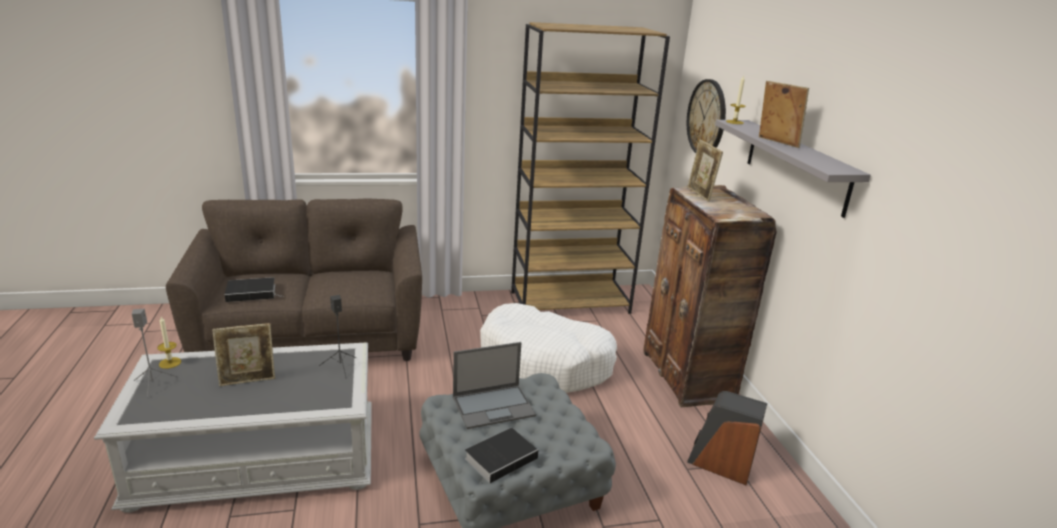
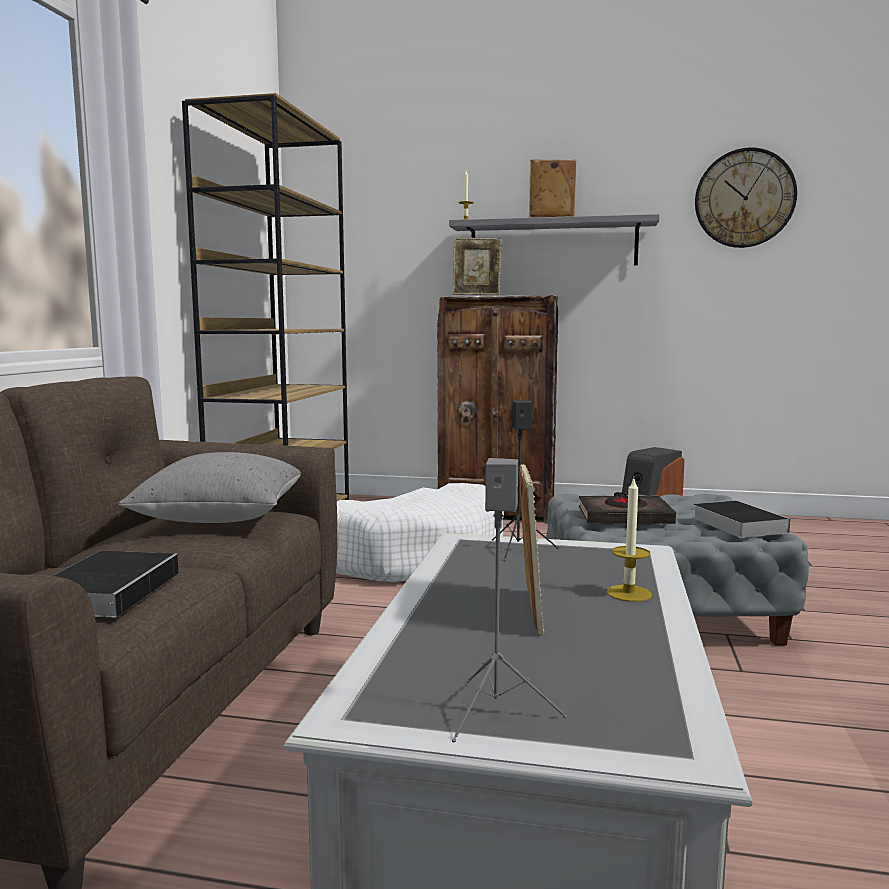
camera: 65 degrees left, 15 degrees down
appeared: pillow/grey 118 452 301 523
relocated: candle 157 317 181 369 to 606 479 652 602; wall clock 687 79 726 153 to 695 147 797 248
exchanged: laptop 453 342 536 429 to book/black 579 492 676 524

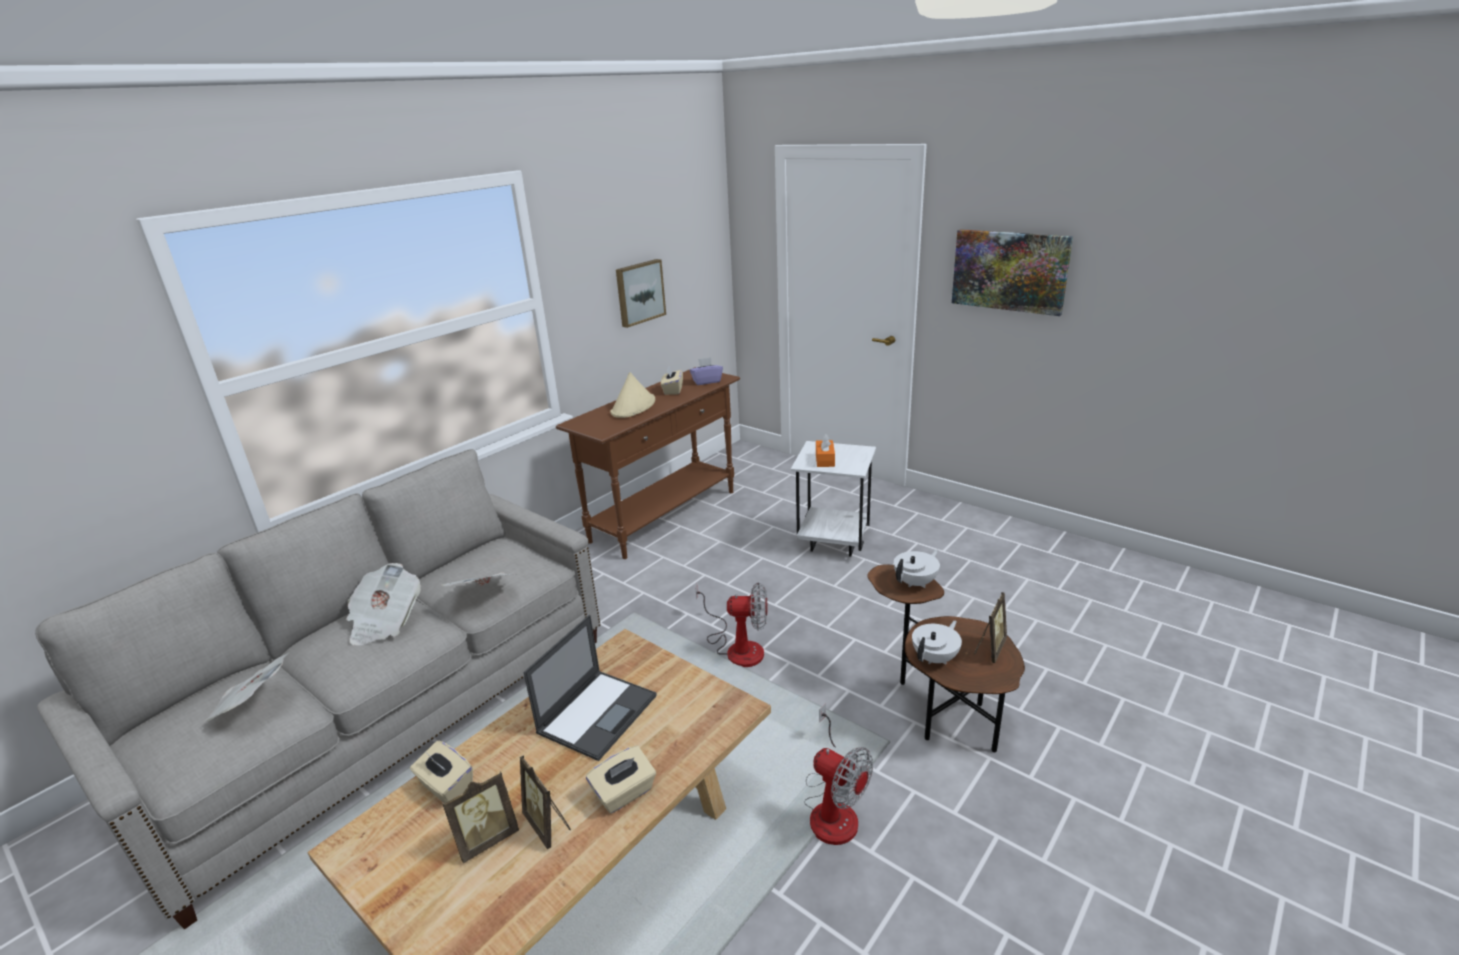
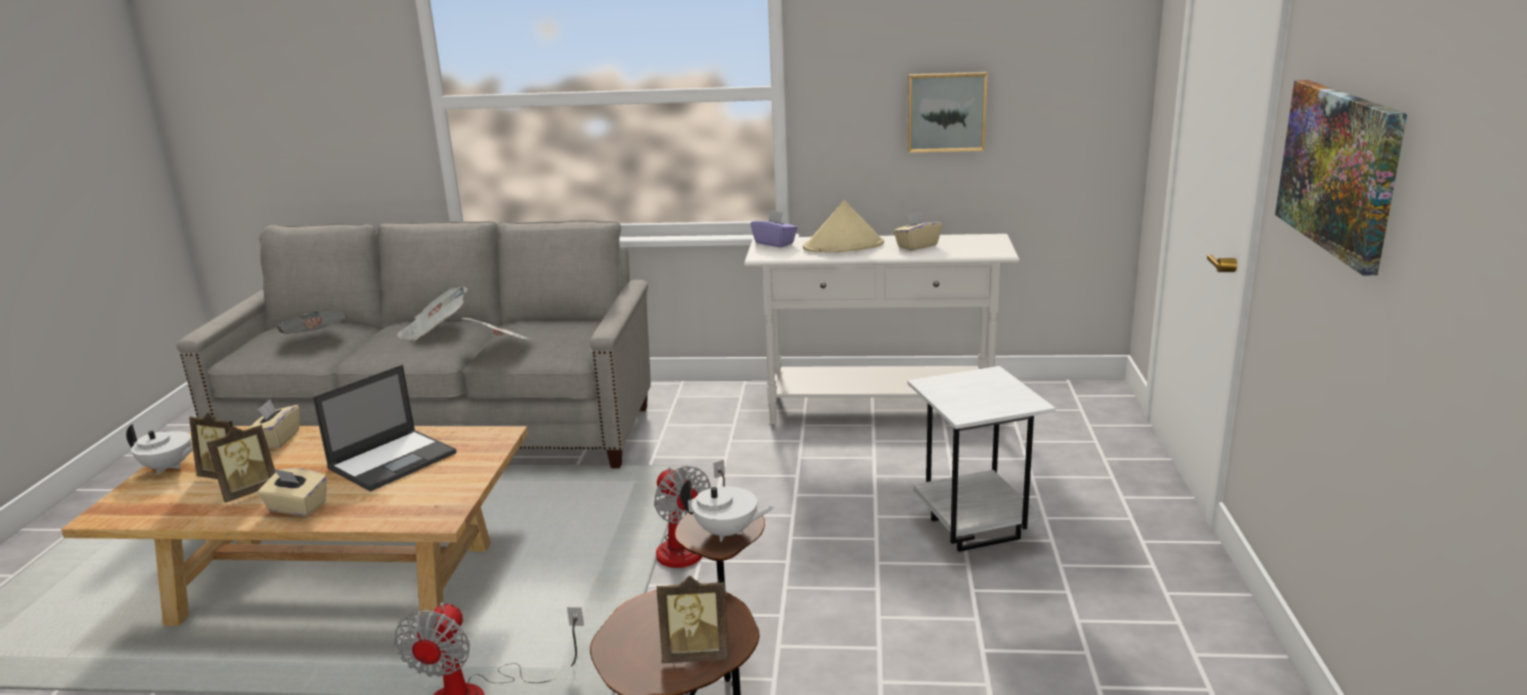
camera: 55 degrees right, 5 degrees down
missing: tissue box/orange 816 434 835 467
relocated: teapot/white 912 621 962 664 to 126 424 193 474; tissue box/purple 690 357 723 385 to 751 210 798 248
colour: console table/brown 556 367 740 559 to console table/white 744 234 1019 424
spun: picture frame 520 755 571 849 = 207 425 276 503 150 degrees counterclockwise; laptop 523 615 656 761 = 313 364 457 492 45 degrees counterclockwise

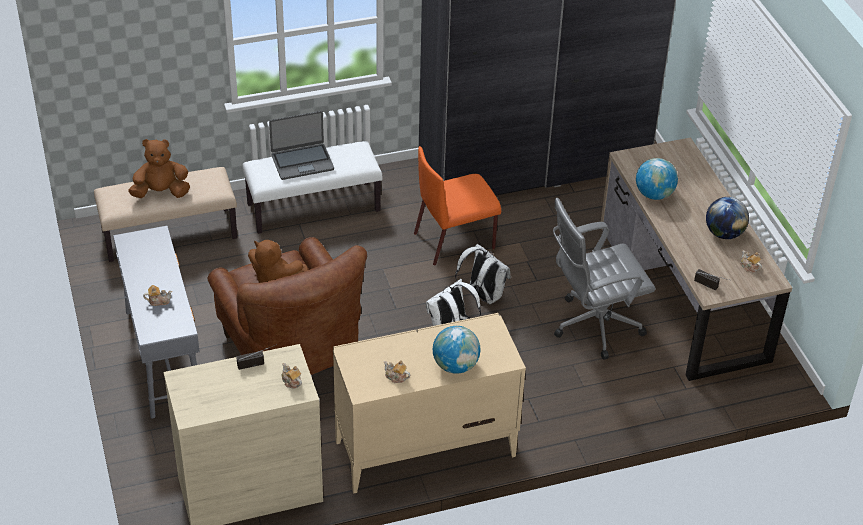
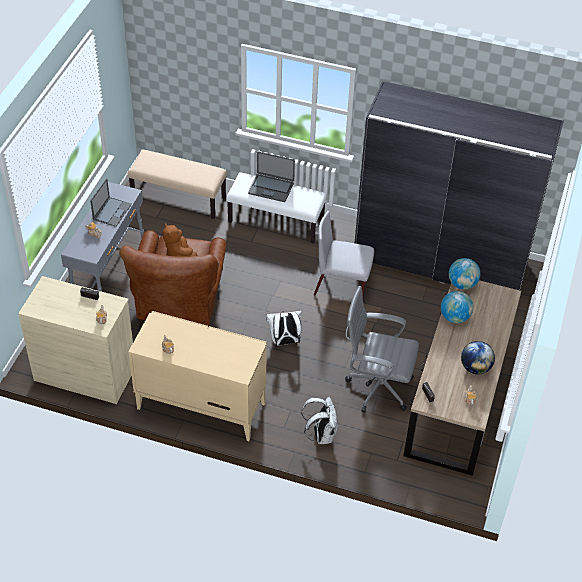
camera: 35 degrees right, 5 degrees up
missing: plush toy/brown 128 139 190 198
appeared: laptop 90 178 132 227
relocated: backpack/white 455 244 510 304 to 301 397 337 444; globe 433 326 480 374 to 449 258 480 290
colour: chair/orange 414 146 501 266 to chair/grey 314 211 374 298

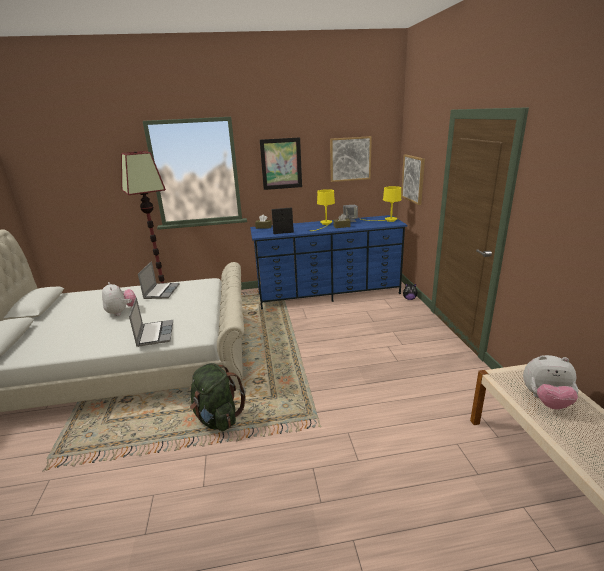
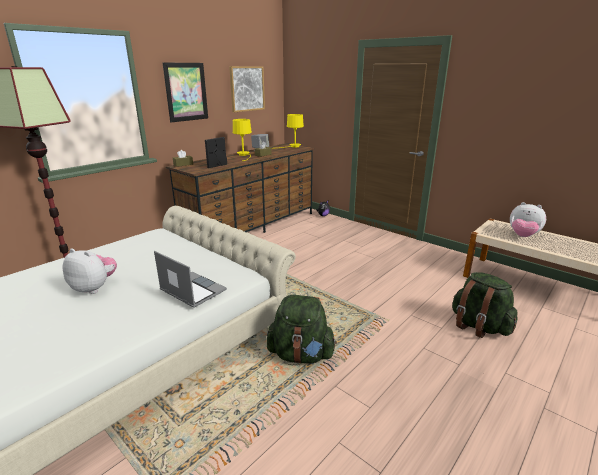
camera: 40 degrees left, 0 degrees up
missing: laptop 138 261 180 299; picture 401 155 425 205
appeared: backpack/green 452 272 518 338
colour: dresser/blue 250 215 407 309 to dresser/brown 166 143 314 233
spun: plush toy 523 355 578 409 = 510 202 546 237 60 degrees clockwise

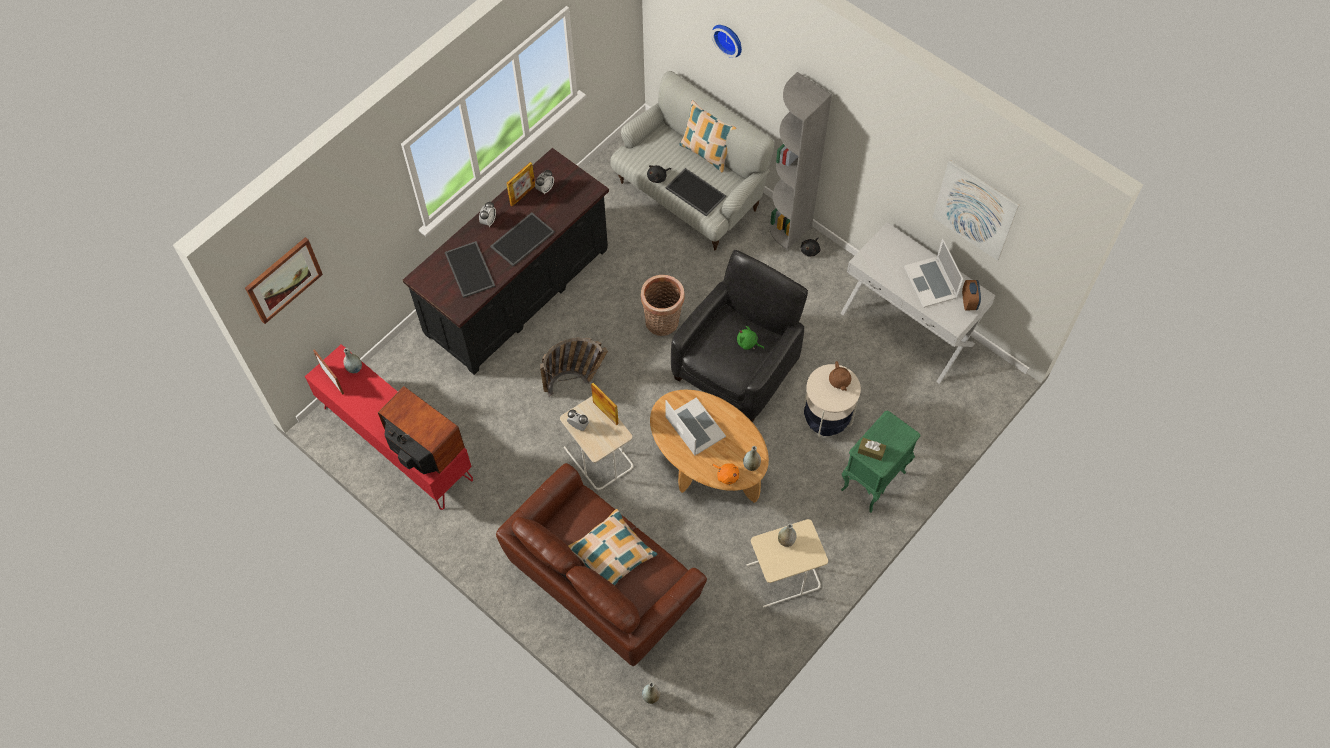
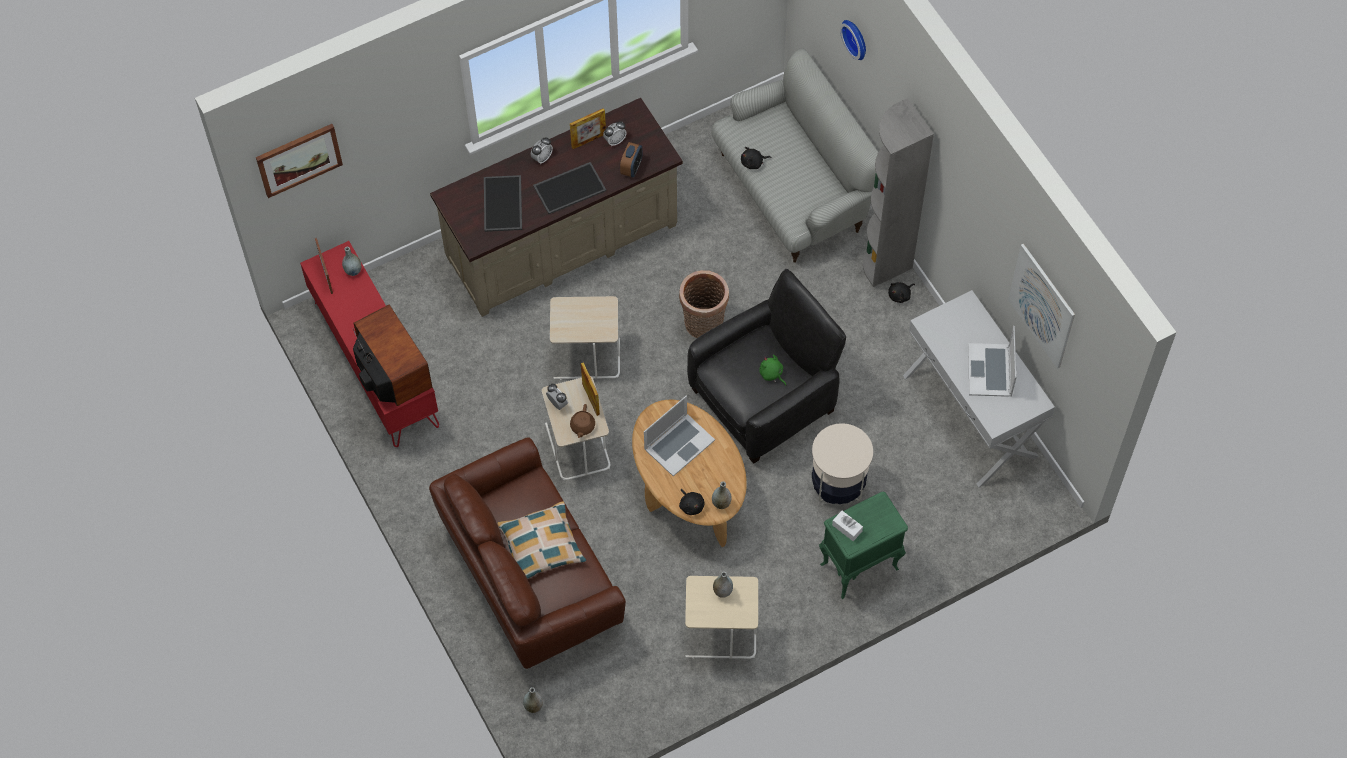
camera: 20 degrees right, 0 degrees up
missing: tray 665 168 726 216; pillow 679 100 736 172
relocated: teapot/brown 829 361 851 391 to 570 404 595 438; alarm clock 962 280 981 310 to 620 142 642 177
exchanged: basket 540 337 608 397 to side table/beige 550 296 620 380
colour: cabinet/black 403 148 609 375 to cabinet/beige 430 98 683 317; plush toy/orange 713 463 739 485 to plush toy/black 679 489 705 515; tissue box/brown 858 438 886 461 to tissue box/white 832 511 863 541
spun: laptop 665 397 726 456 = 644 396 715 476 60 degrees clockwise

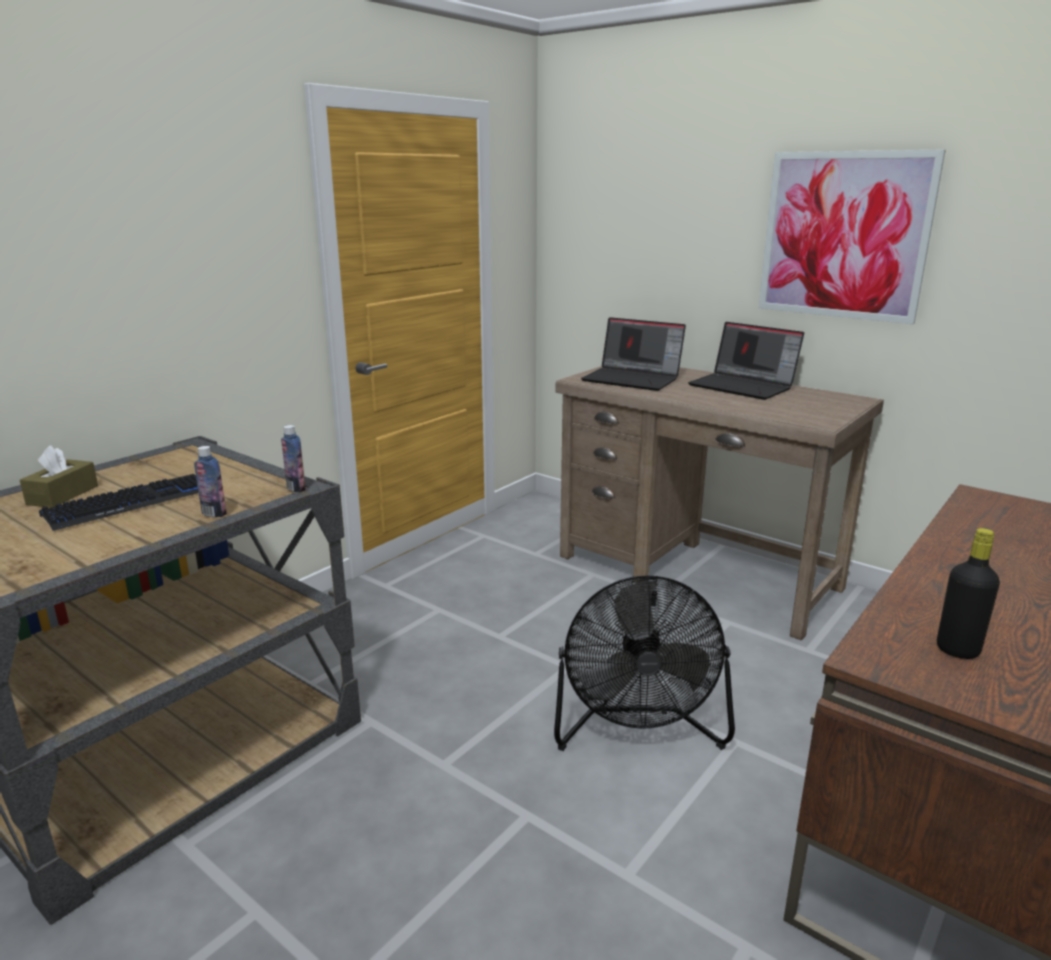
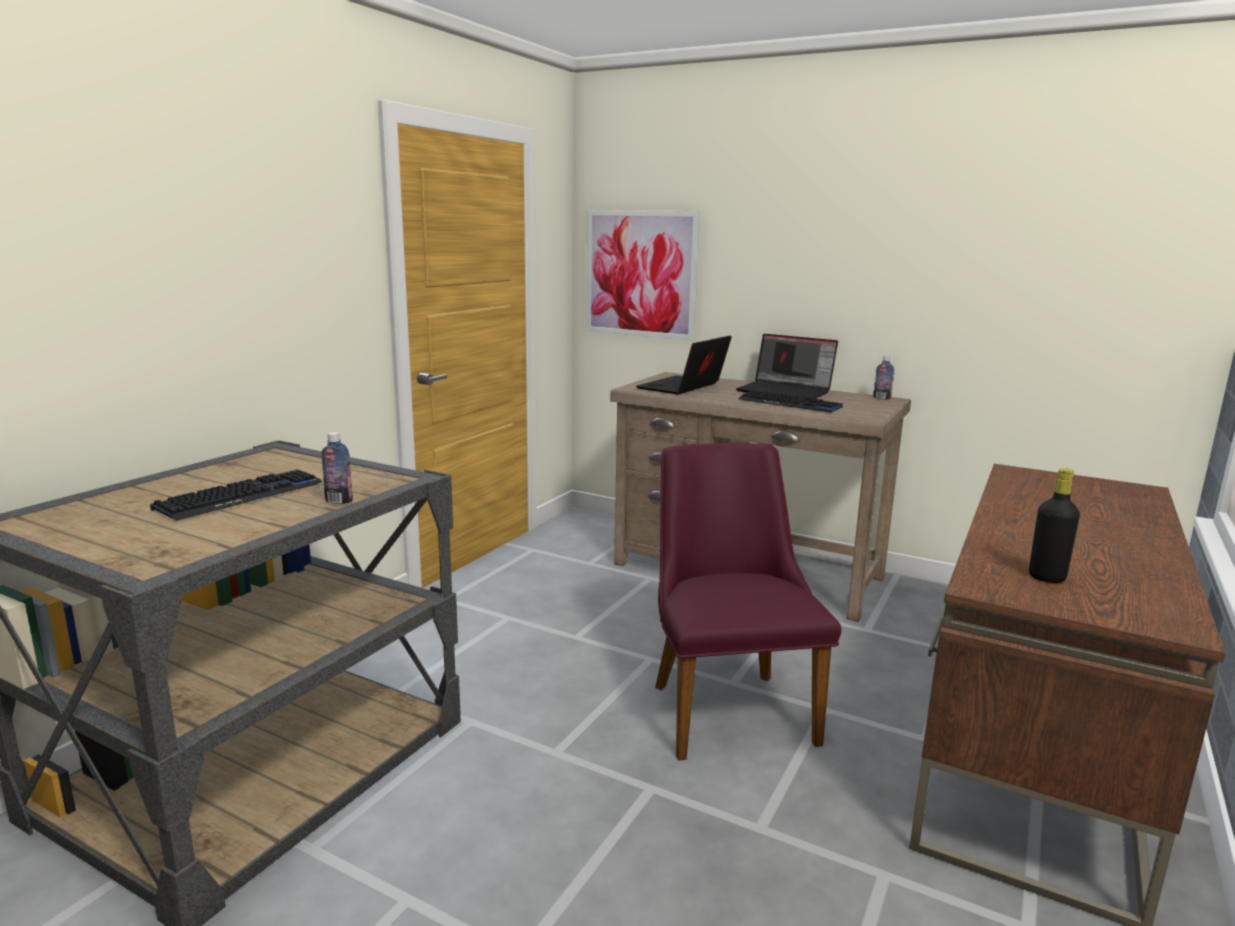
camera: 10 degrees left, 5 degrees down
missing: tissue box/brown 20 445 98 508
appeared: keyboard 738 390 843 413
relocated: picture 759 149 946 324 to 586 210 700 341; bottle 281 425 306 492 to 873 356 895 400
exchanged: fan/black 554 576 735 751 to chair/purple 655 443 841 761
spun: laptop 581 317 686 391 = 636 335 732 394 105 degrees clockwise

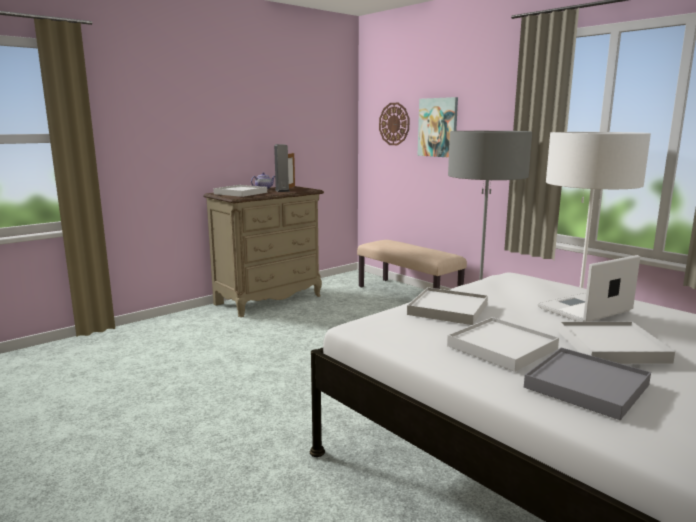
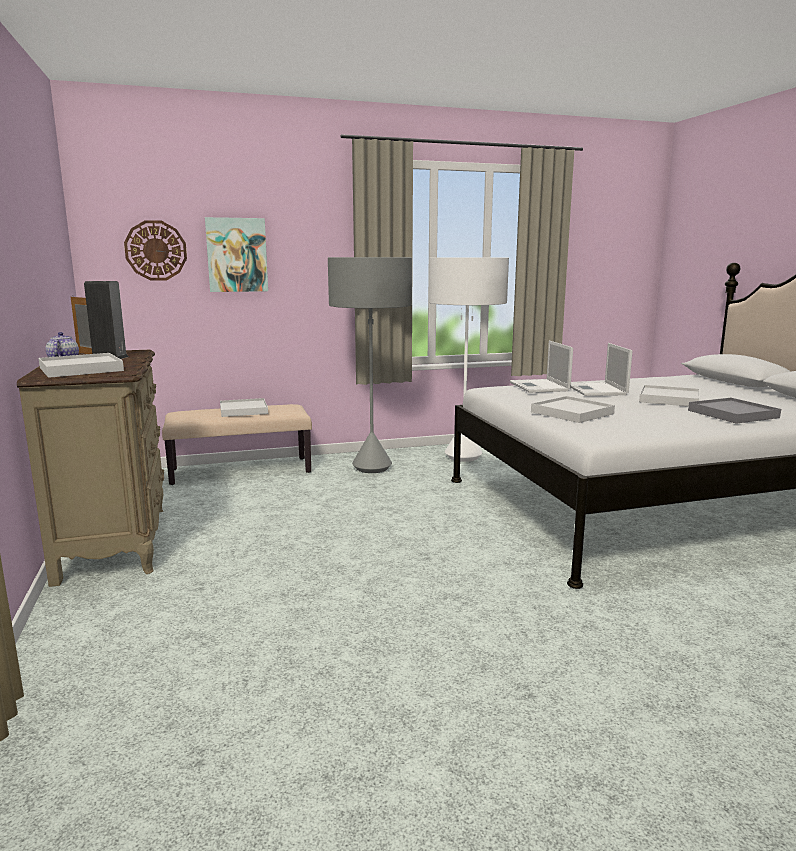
camera: 65 degrees left, 0 degrees up
appeared: laptop 510 341 573 393
relocated: tray/white 447 317 559 372 to 220 398 268 417

